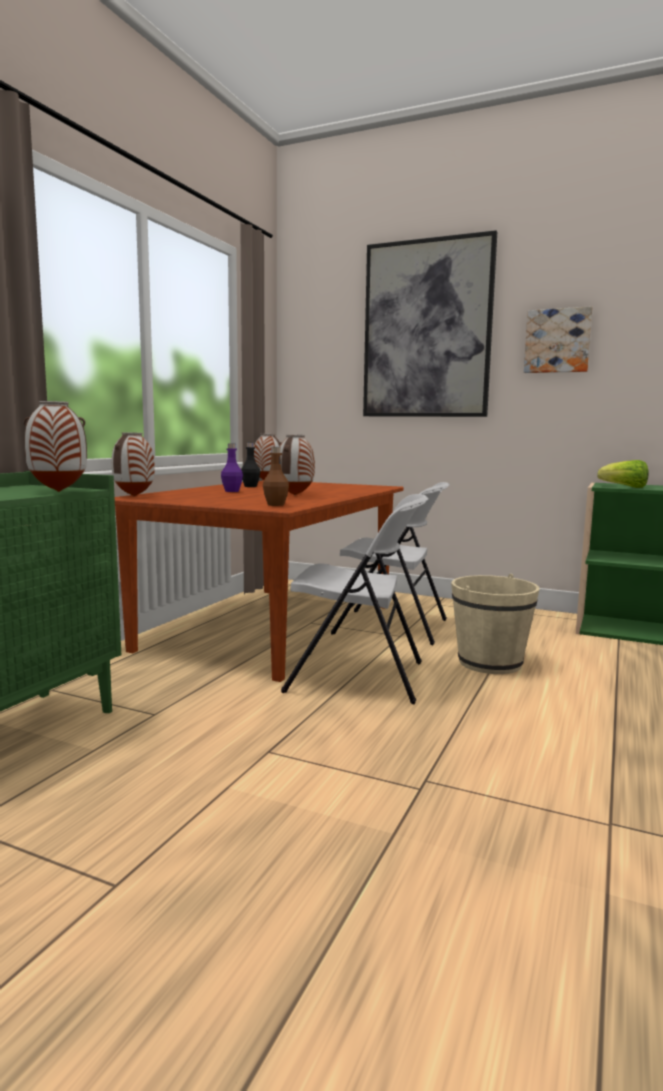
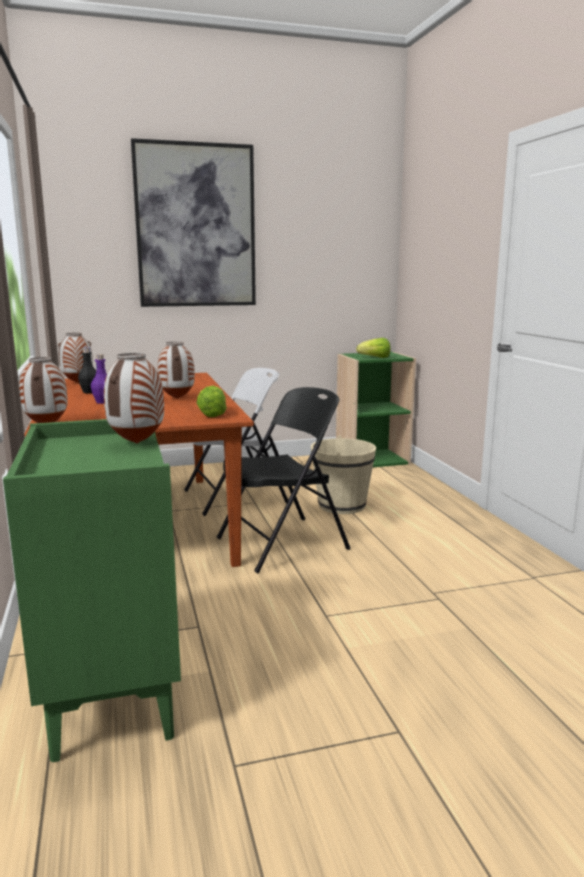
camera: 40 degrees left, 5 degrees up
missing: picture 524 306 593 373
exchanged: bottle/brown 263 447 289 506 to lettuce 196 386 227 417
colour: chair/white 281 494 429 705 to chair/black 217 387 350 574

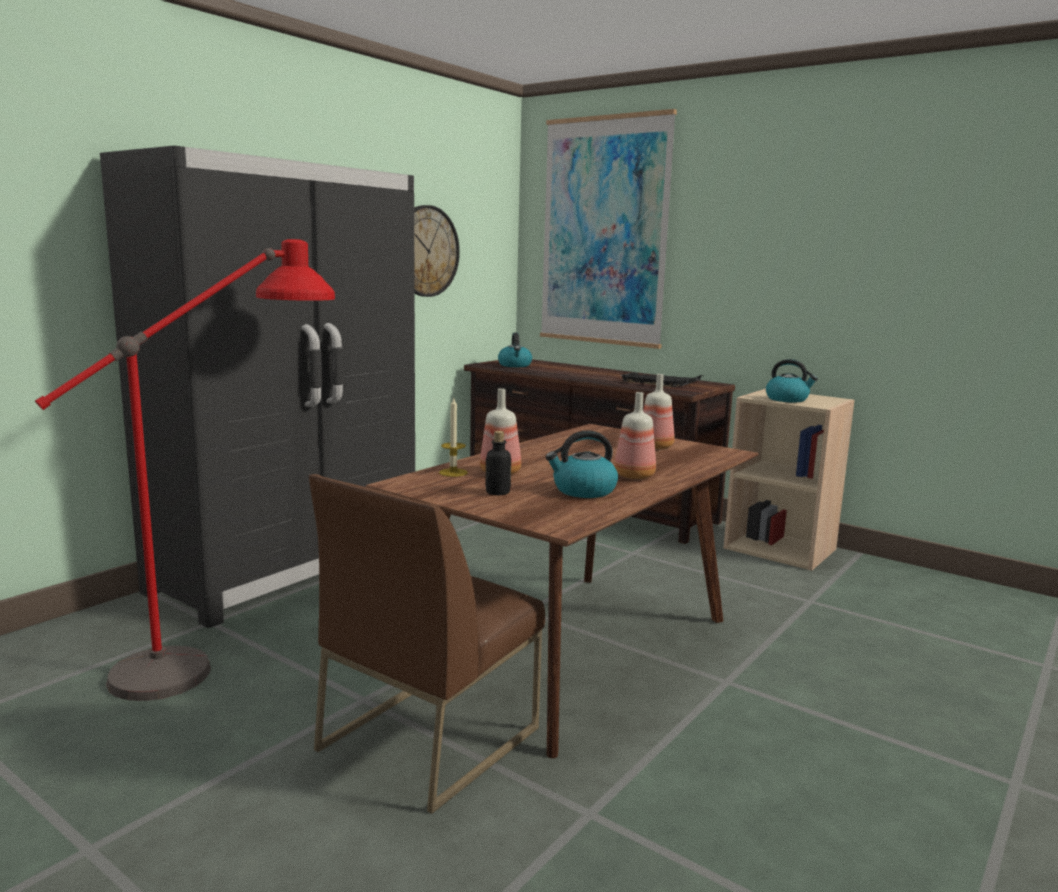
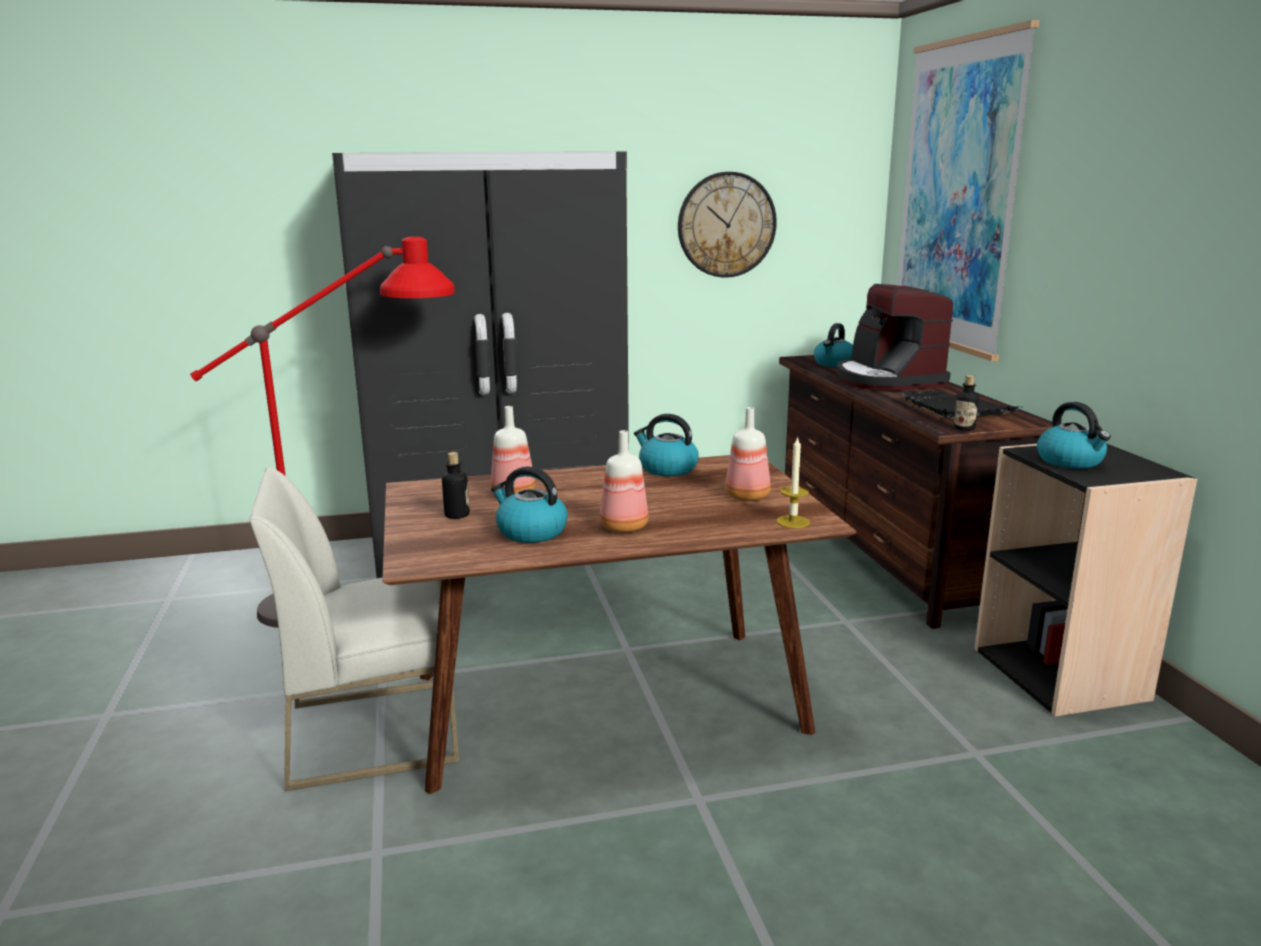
camera: 40 degrees right, 5 degrees up
appeared: kettle 634 414 699 476; coffee machine 837 284 953 391; bottle 954 375 979 431
relocated: candle 439 398 468 477 to 776 436 810 528
colour: chair/brown 309 474 545 814 to chair/white 249 467 459 791; bookcase/beige 723 389 855 571 to bookcase/black 974 443 1197 716

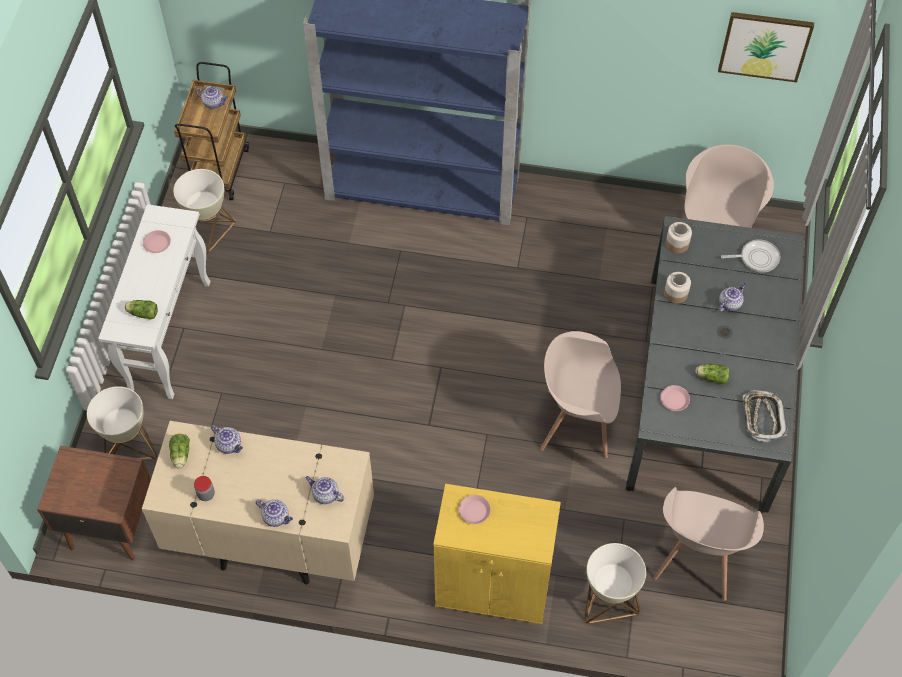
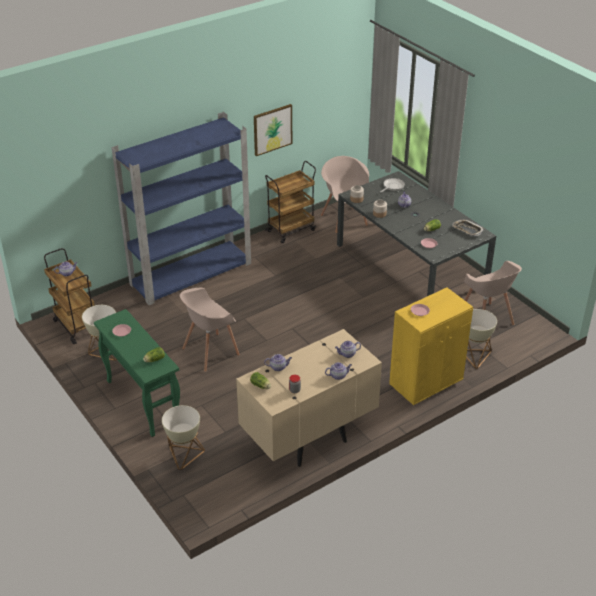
camera: 45 degrees left, 20 degrees down
missing: nightstand/brown 37 446 151 561
appeared: cart/brown 265 161 317 243
relocated: chair/beige 540 331 621 458 to 180 288 240 372; picture 718 12 814 82 to 254 104 292 156
colour: console table/white 98 204 210 399 to console table/green 94 309 180 437

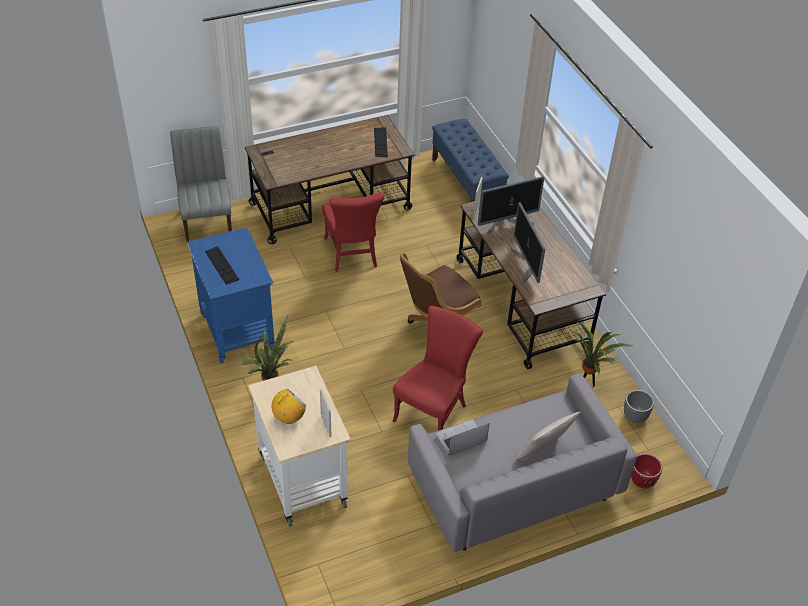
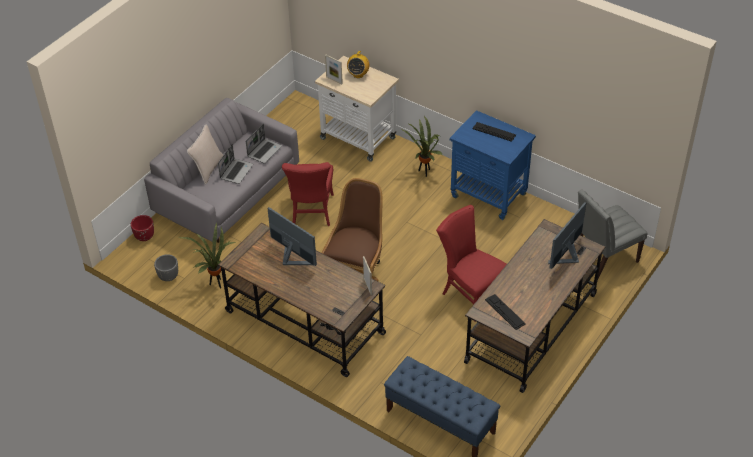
camera: 150 degrees right, 0 degrees up
appeared: laptop 218 144 253 184
relocated: monitor 478 176 545 234 to 548 202 586 269
spun: chair/grey 170 126 232 246 = 578 189 647 281 105 degrees clockwise

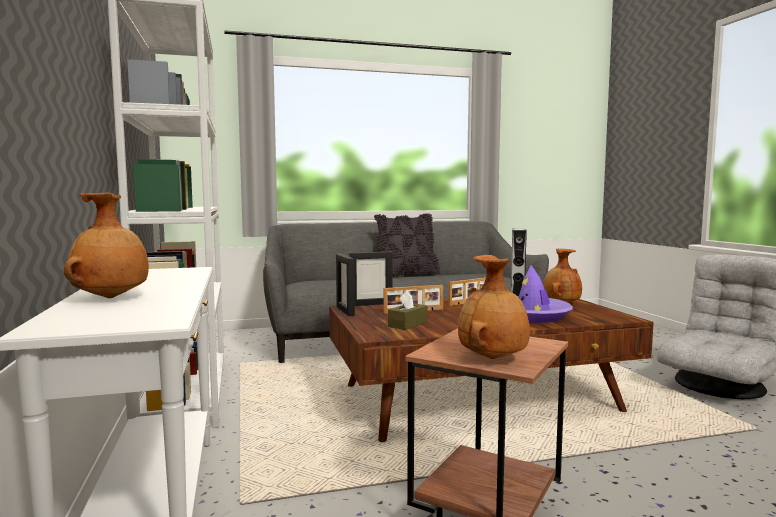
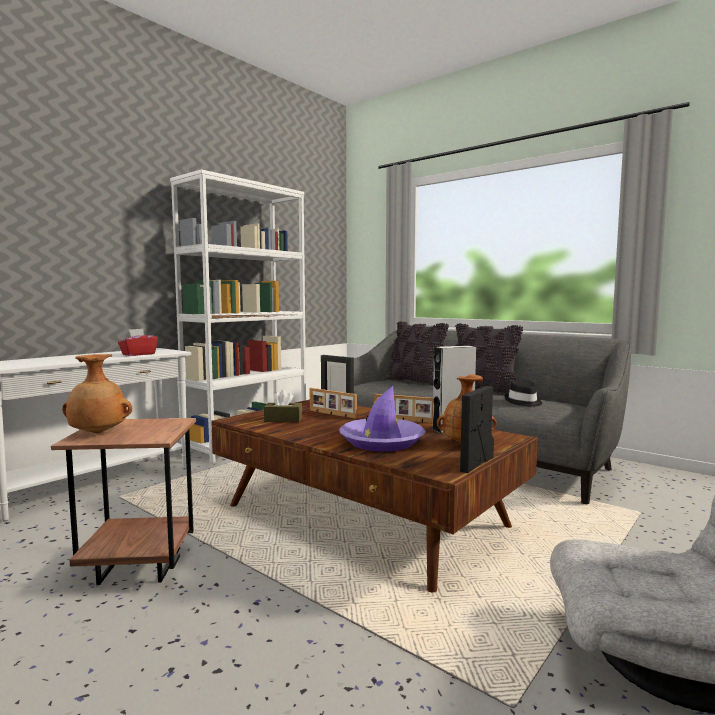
camera: 55 degrees right, 0 degrees up
missing: vase/brown 64 193 149 298
appeared: tissue box/red 118 329 158 356; pillow/black 385 321 449 385; hat/black 504 379 542 406
relocated: picture frame 336 254 355 316 to 460 386 494 473

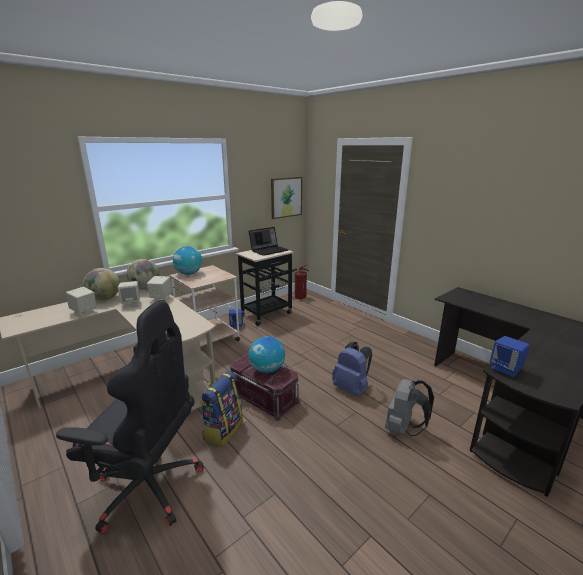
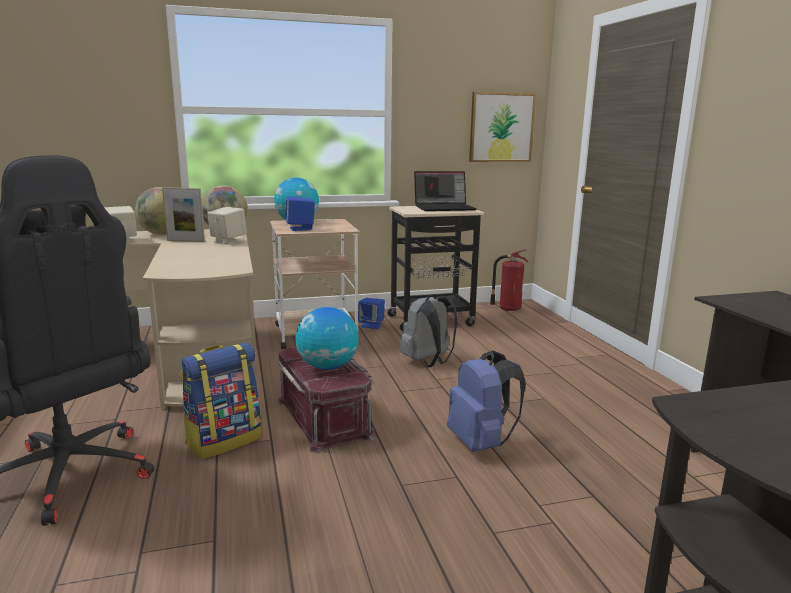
camera: 25 degrees right, 5 degrees down
relocated: speaker/blue 489 336 530 377 to 285 196 315 231; backpack/grey 385 379 434 436 to 400 294 457 367
exchanged: speaker/beige 118 281 140 307 to picture frame 162 187 205 242

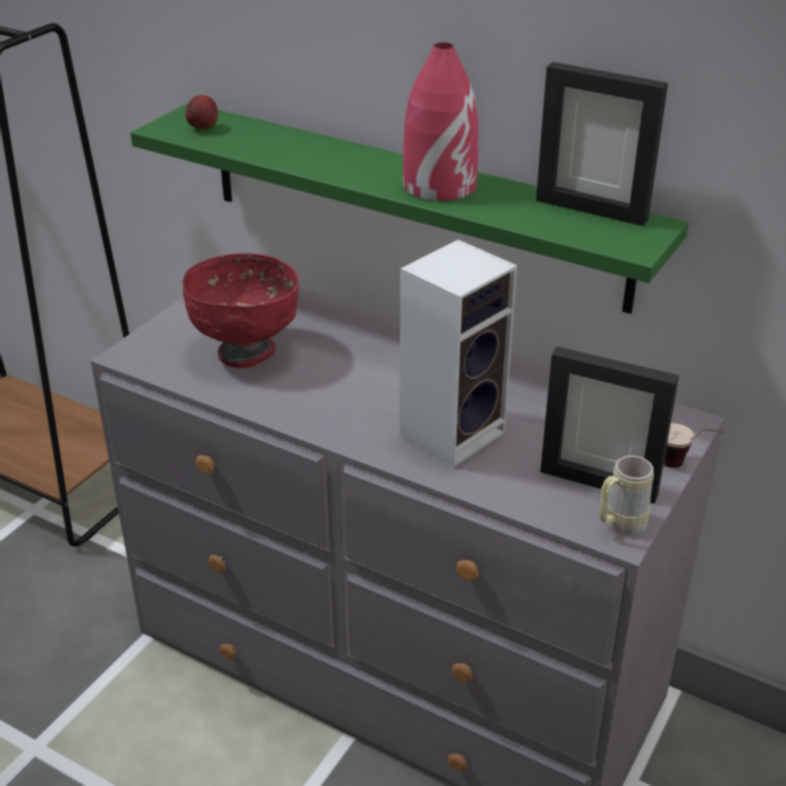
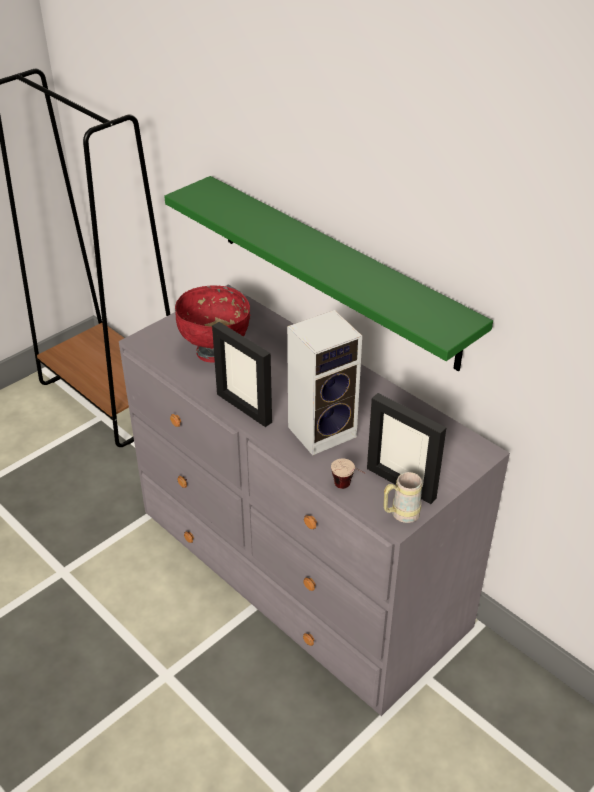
camera: 15 degrees right, 5 degrees up
missing: apple 185 95 218 130; vase/red 403 42 478 201
relocated: picture frame 536 62 668 226 to 212 322 272 427; cup 664 423 725 468 to 331 458 365 489

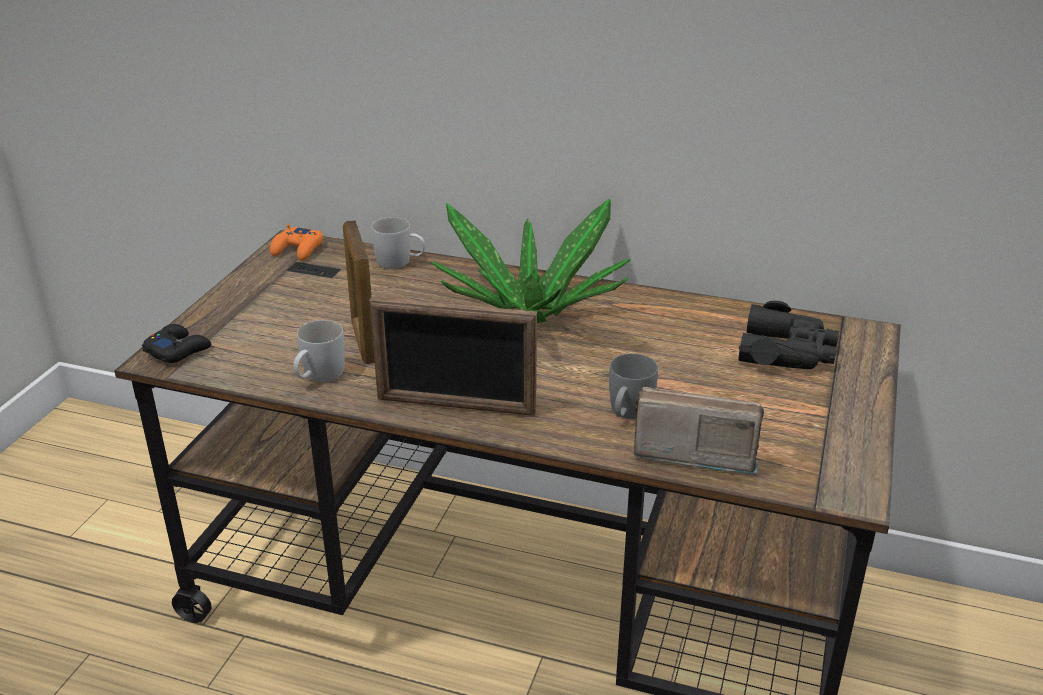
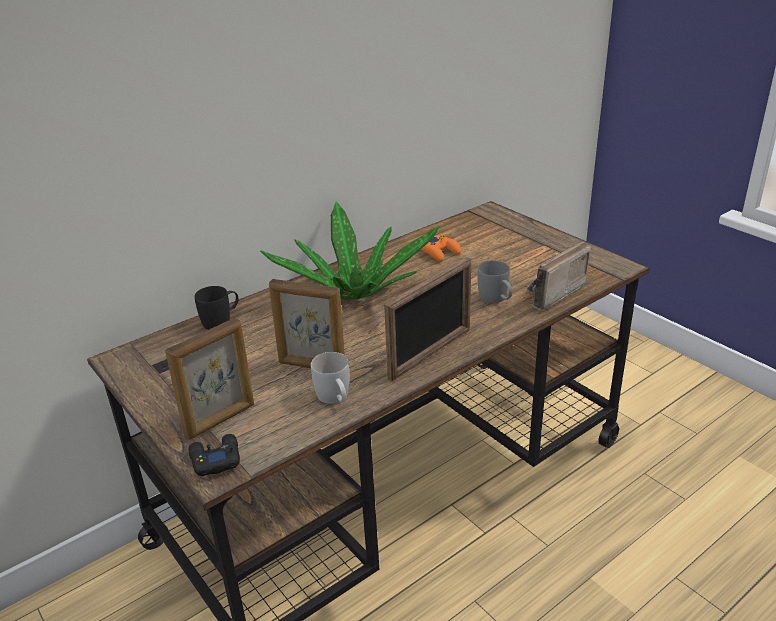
camera: 55 degrees left, 0 degrees up
missing: binoculars/black 738 301 839 369
appeared: picture frame 165 318 254 440
relocated: game controller/orange 270 224 323 260 to 421 235 461 262
colour: mug/white 372 217 425 269 to mug/black 194 286 238 329

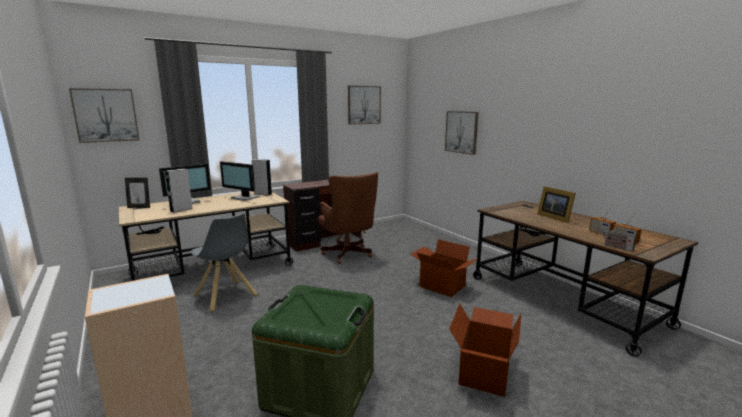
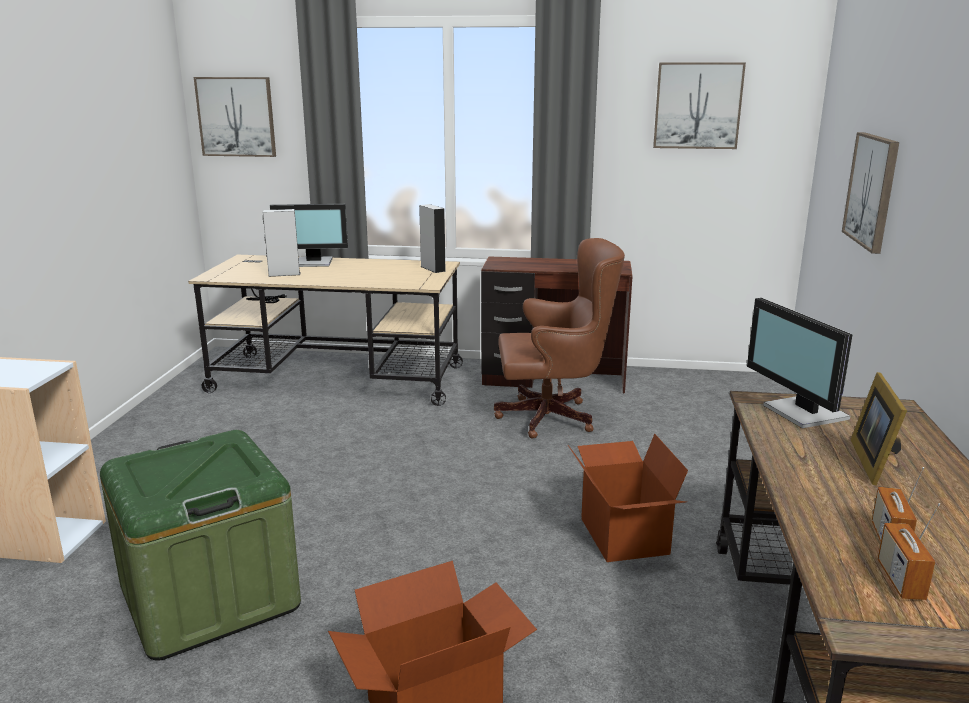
camera: 40 degrees right, 5 degrees up
missing: picture frame 125 178 150 208; chair/grey 190 213 257 311; radio 603 225 636 251
relocated: monitor 220 161 260 201 to 747 298 853 428
spun: office chair/brown 318 172 378 264 = 494 238 625 439 105 degrees counterclockwise

